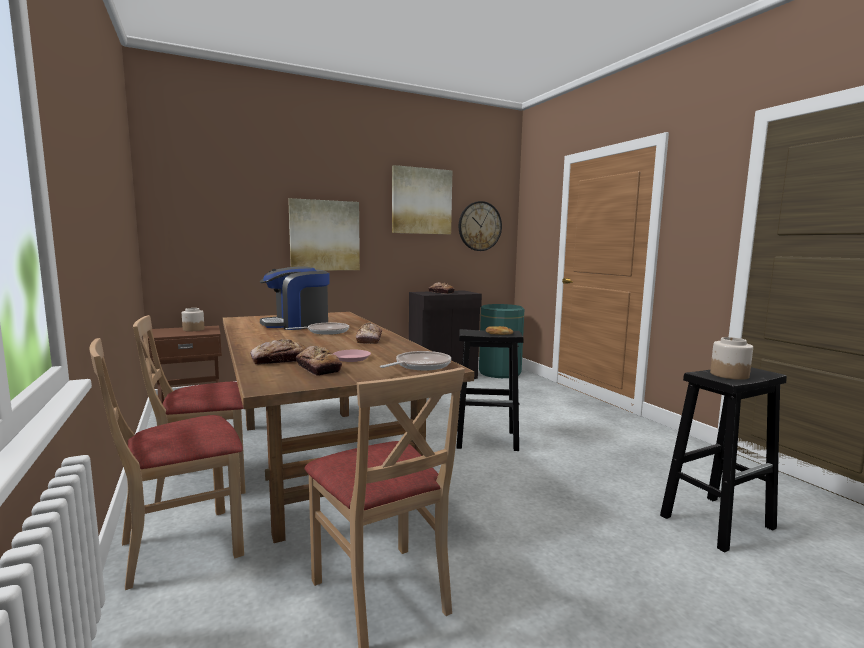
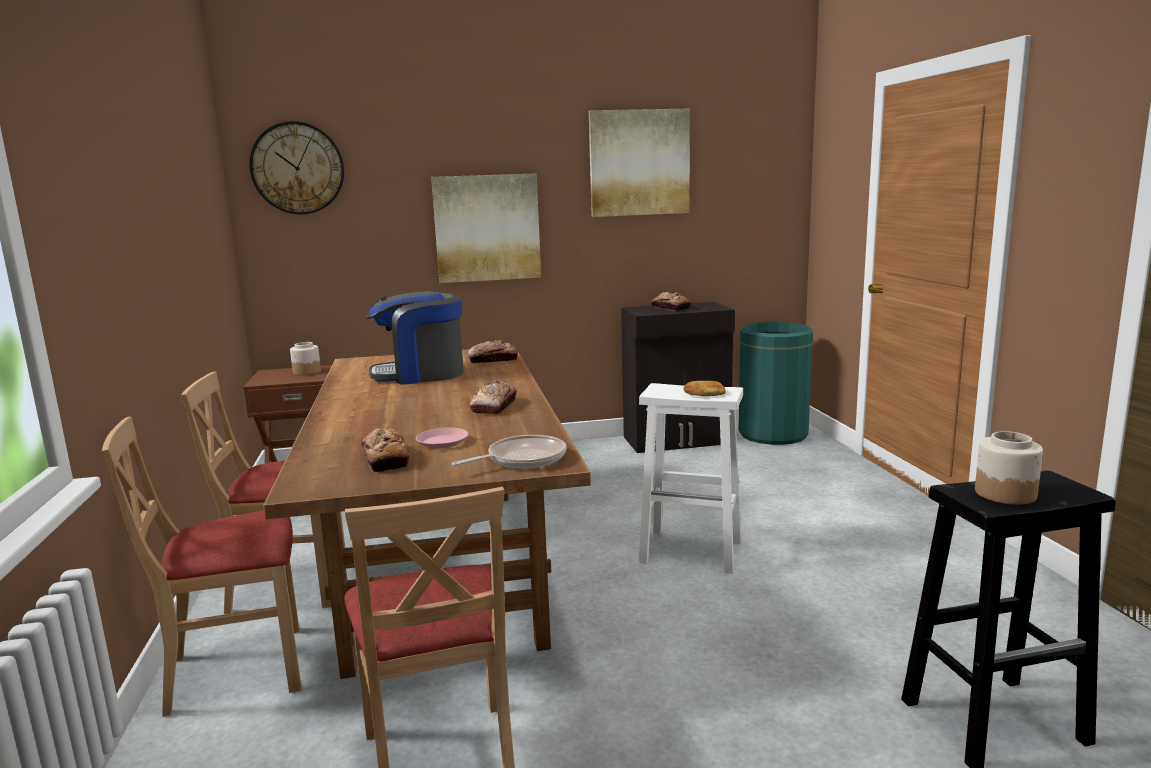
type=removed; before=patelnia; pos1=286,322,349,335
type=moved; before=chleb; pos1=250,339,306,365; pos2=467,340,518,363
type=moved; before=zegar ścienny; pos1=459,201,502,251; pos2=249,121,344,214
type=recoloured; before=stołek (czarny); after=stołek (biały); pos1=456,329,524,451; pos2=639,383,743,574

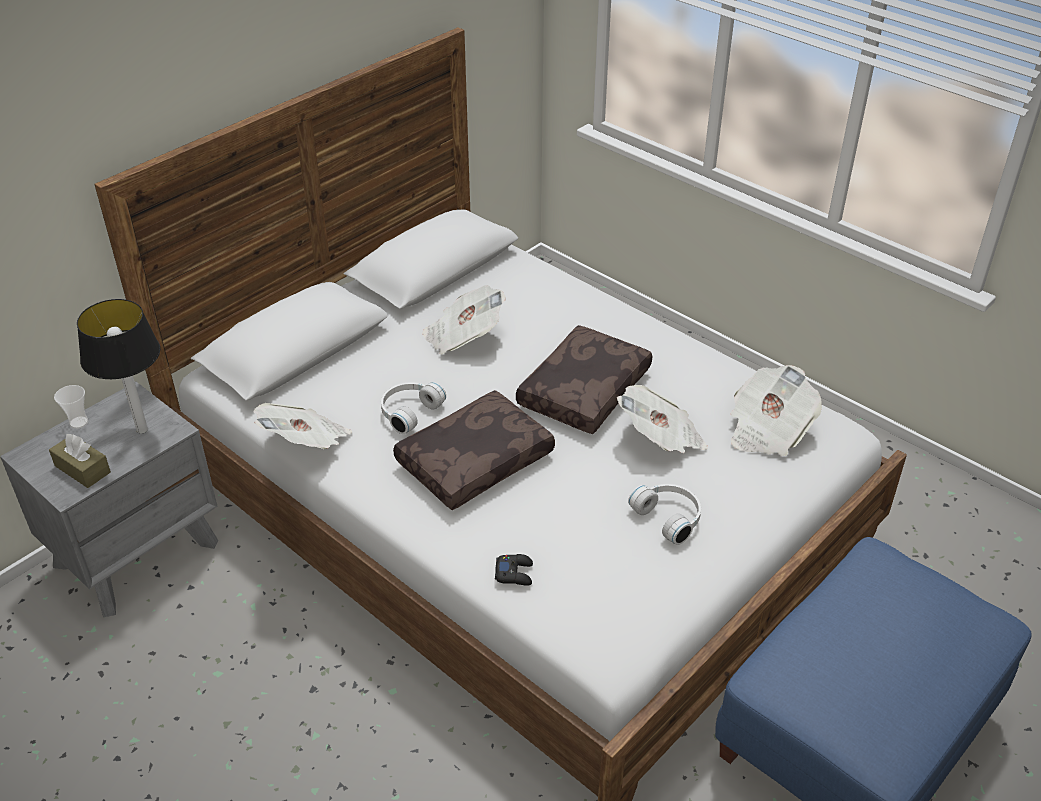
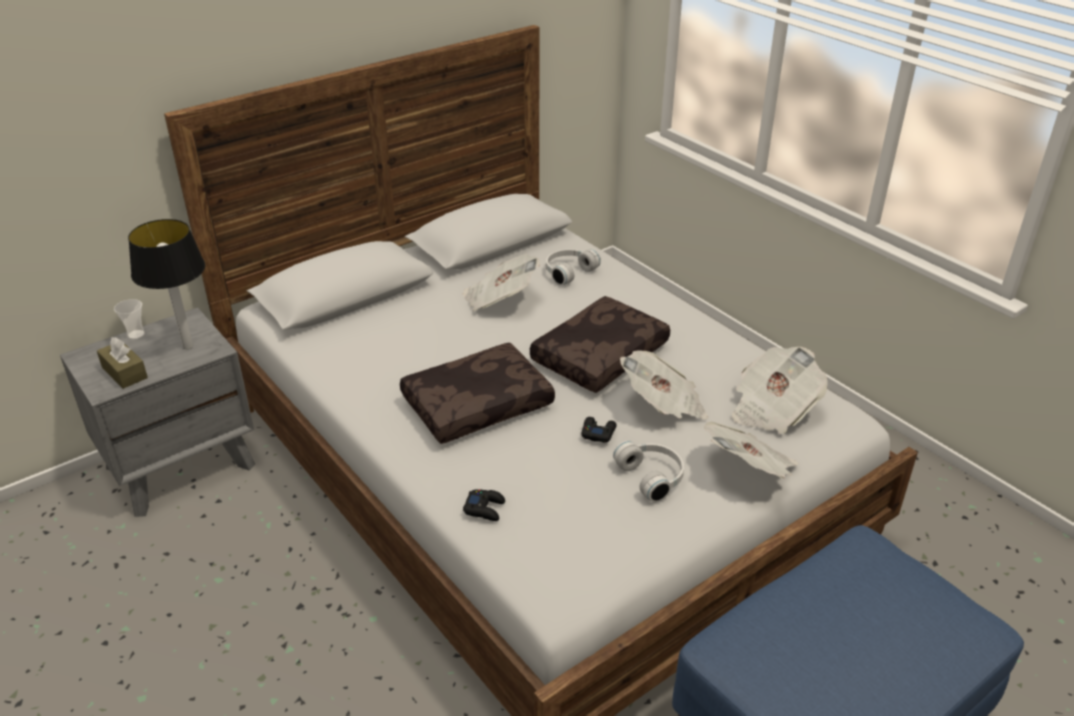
type=added; after=pad do gier (czarny); pos2=581,417,616,443
type=moved; before=gazeta; pos1=254,403,352,449; pos2=704,422,798,478
type=moved; before=słuchawki (biały); pos1=381,382,446,434; pos2=546,249,601,286

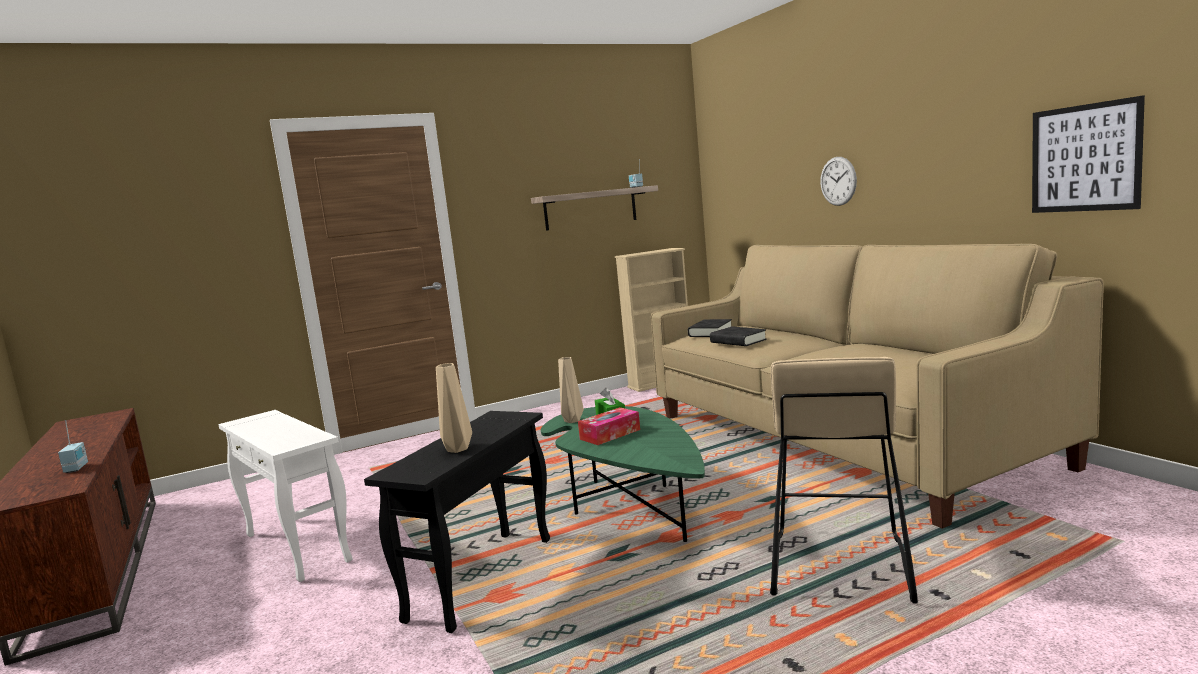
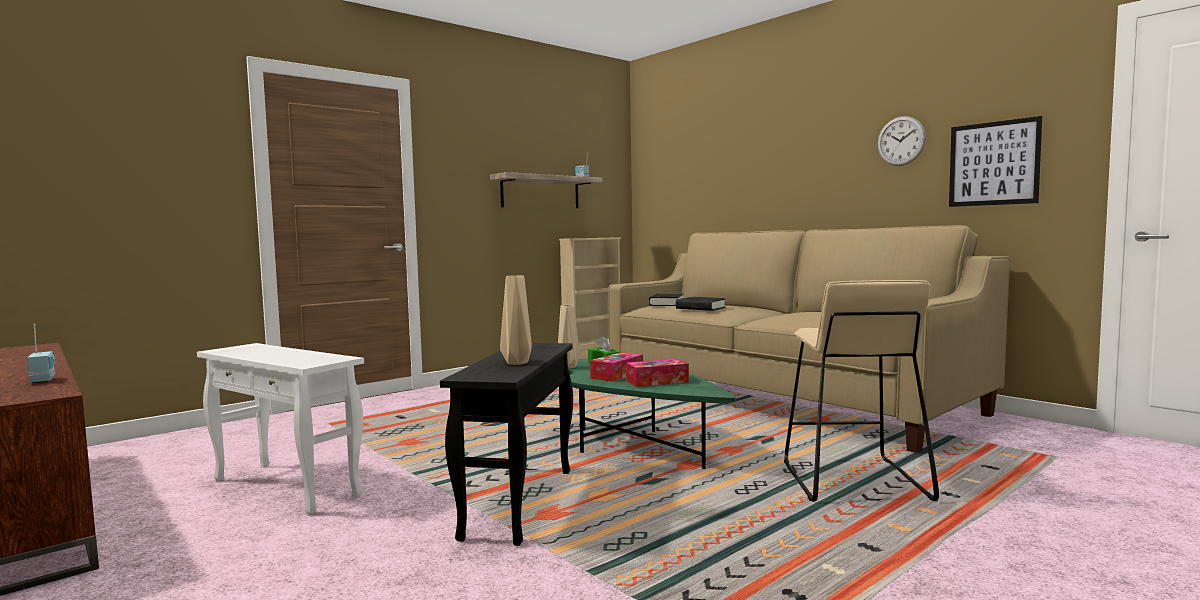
type=added; after=pudełko chusteczek; pos2=626,359,689,387
type=moved; before=zegar ścienny; pos1=820,157,857,206; pos2=877,116,926,166

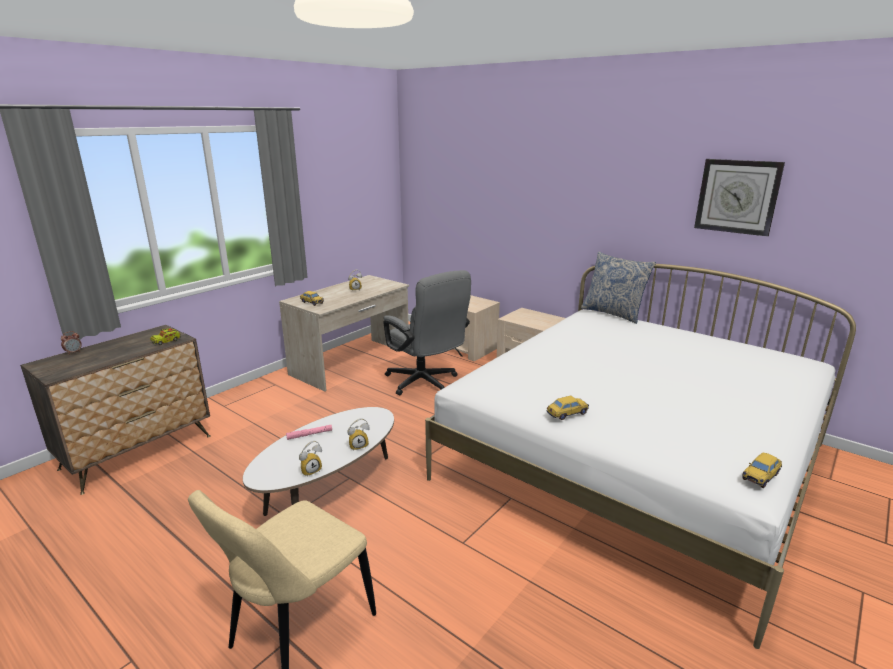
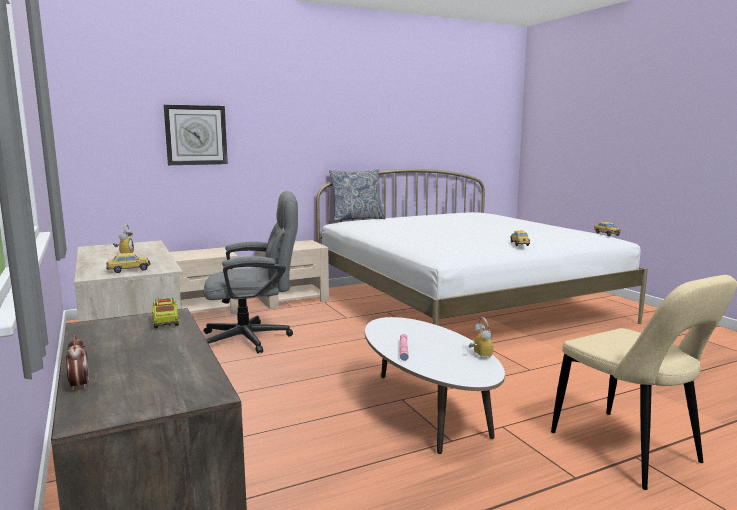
type=removed; before=budzik; pos1=348,418,370,451
type=moved; before=zegar ścienny; pos1=694,159,785,237; pos2=164,105,228,165

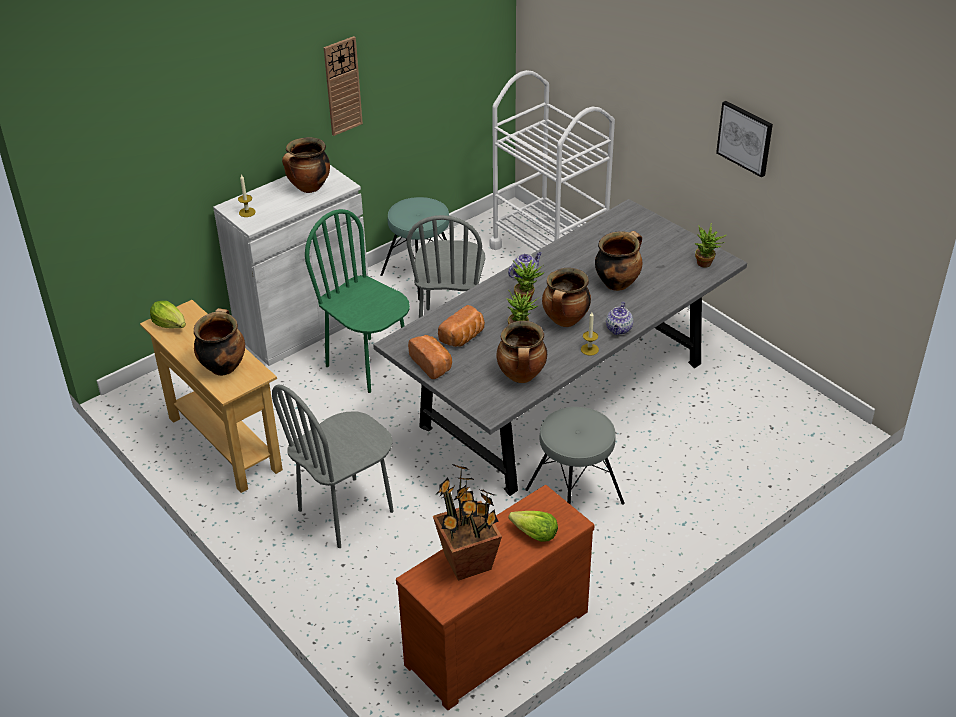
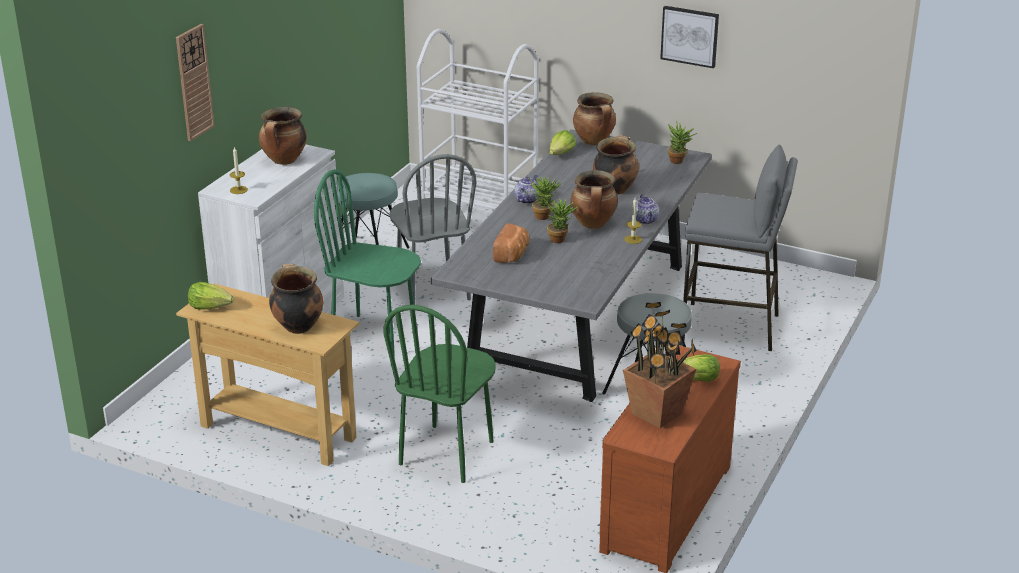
type=removed; before=chleb; pos1=408,335,452,379
type=added; after=sałata; pos2=549,130,576,155
type=added; after=stołek (szary); pos2=683,144,798,351
type=moved; before=zegar ścienny; pos1=324,36,363,136; pos2=176,24,215,141
type=moved; before=garnek; pos1=496,321,547,383; pos2=573,92,616,145
type=recoloured; before=krzesło (szary); after=krzesło (zielony); pos1=272,384,394,548; pos2=384,305,496,483

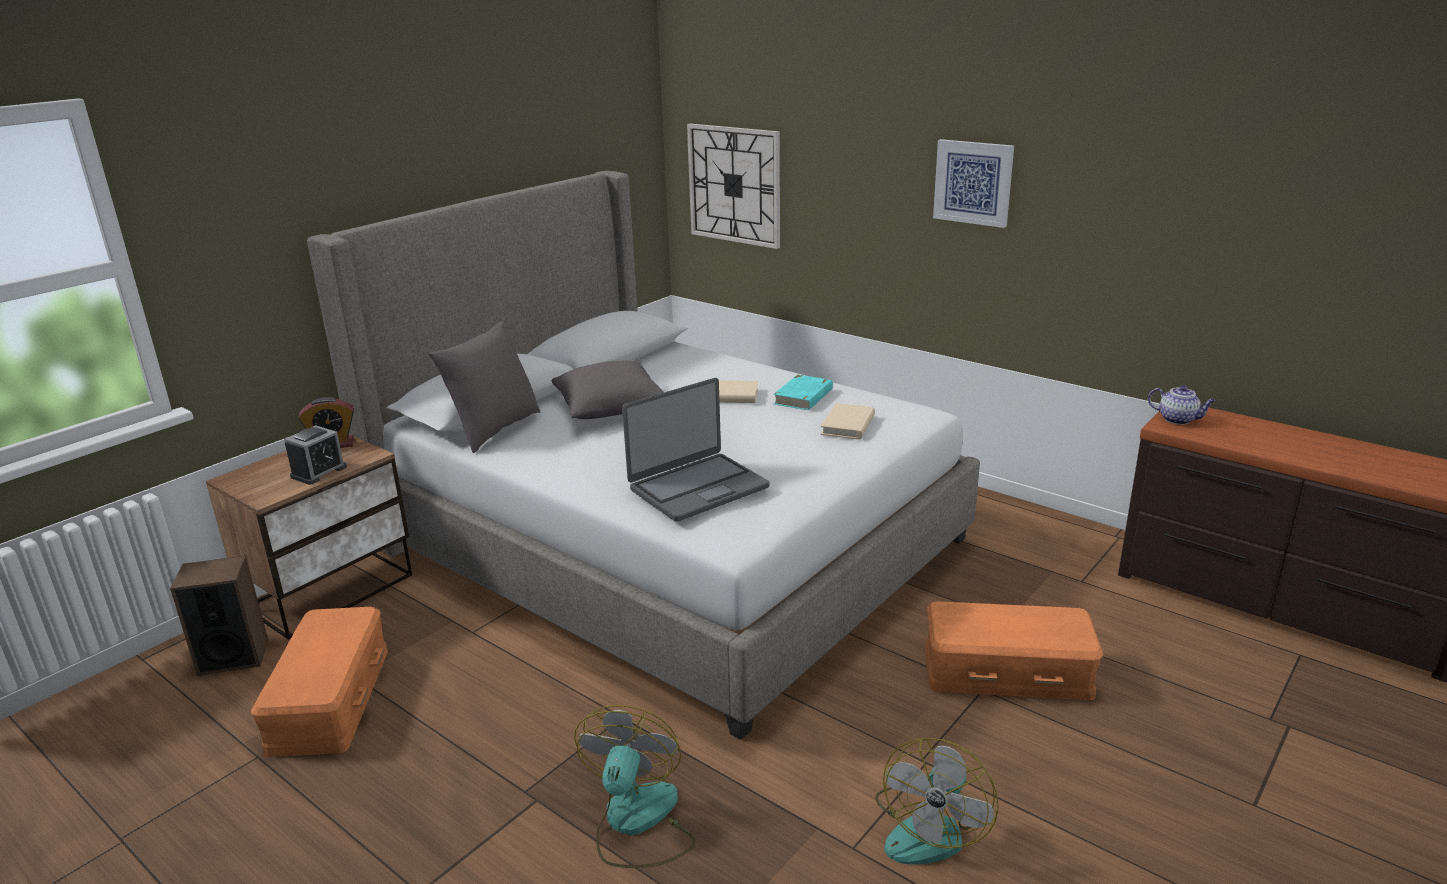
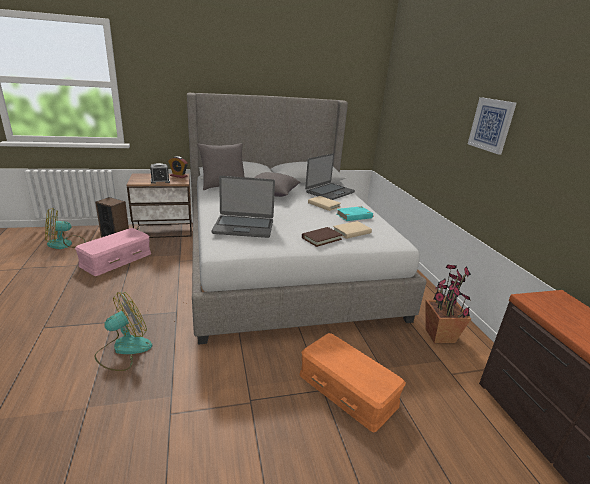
type=removed; before=zegar ścienny; pos1=687,124,780,249
type=removed; before=imbryk; pos1=1148,386,1216,425
type=added; after=książka (brązowy); pos2=302,227,342,247
type=added; after=laptop; pos2=305,153,355,200
type=added; after=roślina doniczkowa; pos2=425,264,471,343
type=moved; before=wentylator; pos1=875,738,999,864; pos2=45,208,86,249
type=recoloured; before=pojemnik do przechowywania (pomarańczowy); after=pojemnik do przechowywania (różowy); pos1=251,607,388,757; pos2=75,228,151,276

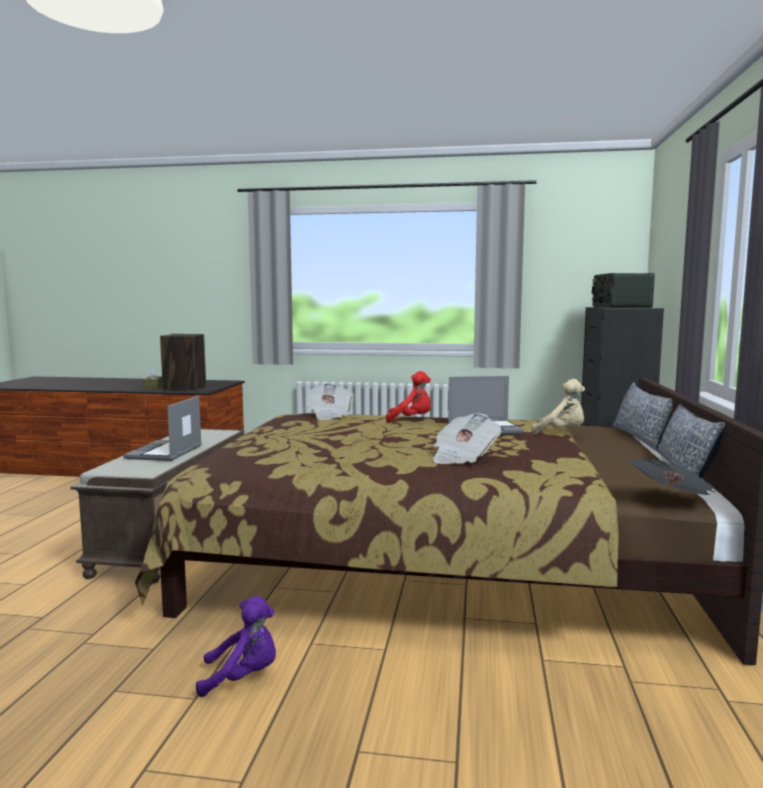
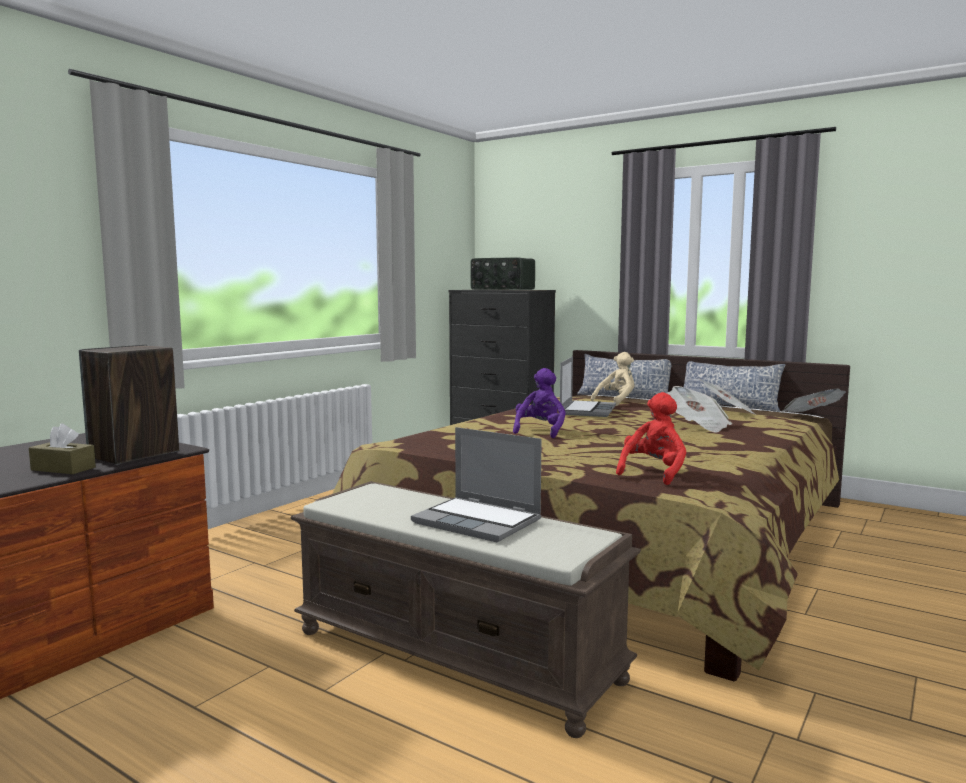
type=moved; before=pluszak (fioletowy); pos1=196,596,276,697; pos2=513,368,566,438
type=moved; before=gazeta; pos1=305,383,354,420; pos2=698,378,756,415
type=moved; before=pluszak (czerwony); pos1=386,371,431,423; pos2=616,392,687,485

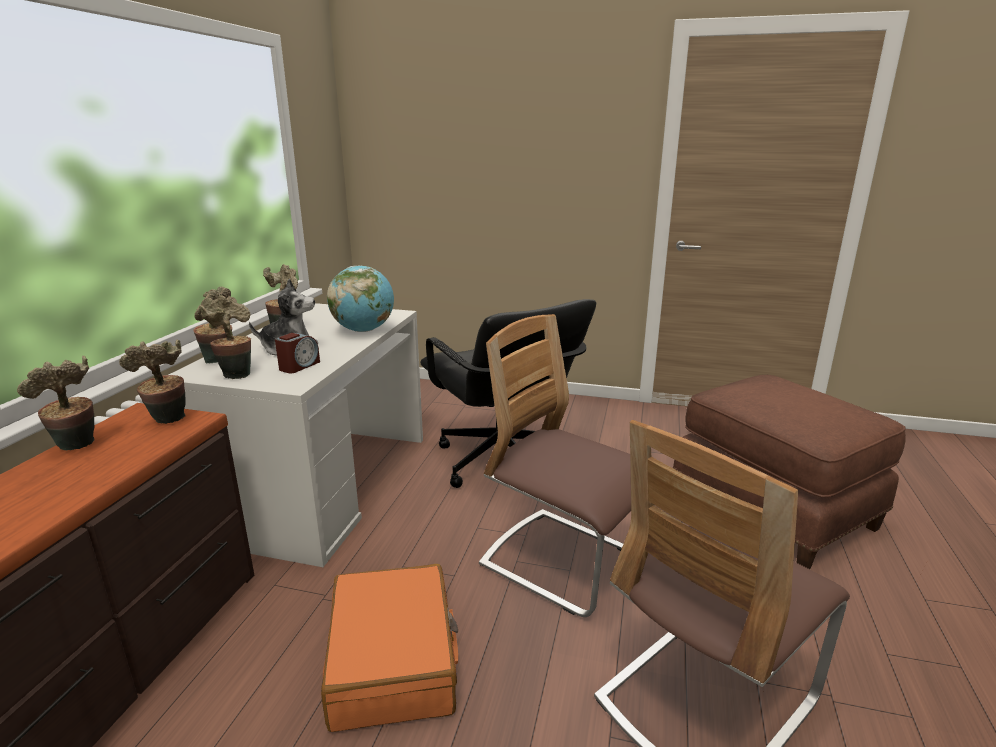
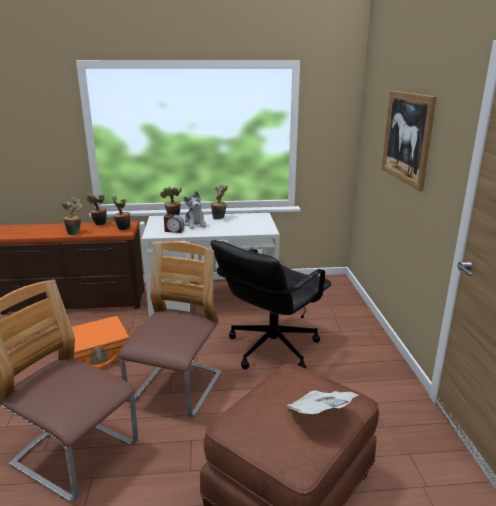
type=removed; before=globus; pos1=327,266,394,332
type=added; after=gazeta; pos2=286,391,359,414
type=added; after=obraz; pos2=382,91,437,191
type=moved; before=roślina doniczkowa; pos1=199,295,251,379; pos2=61,197,82,235

